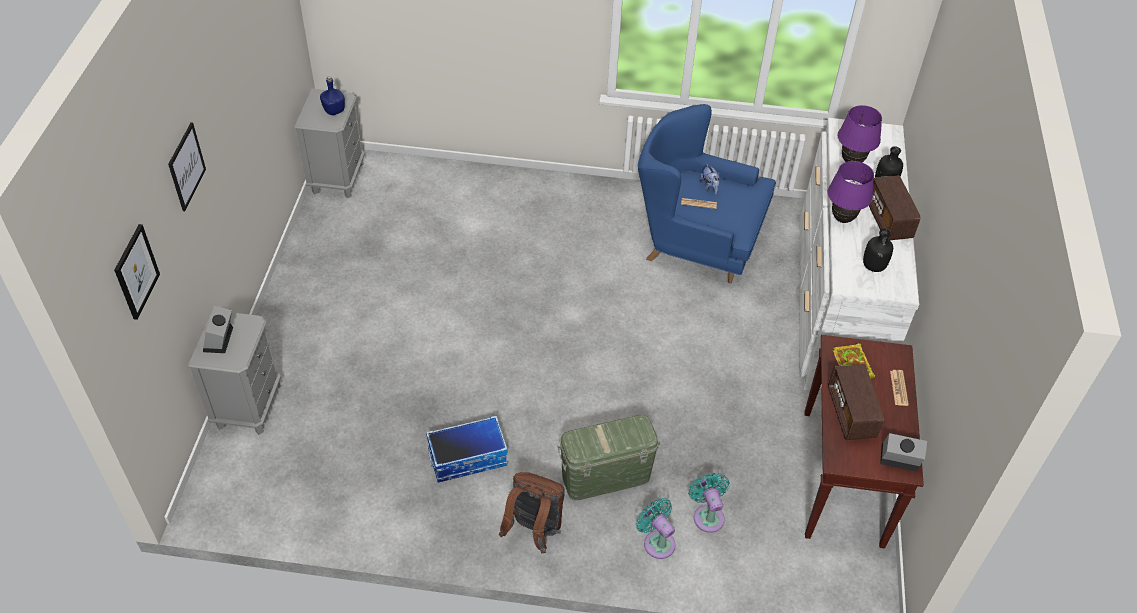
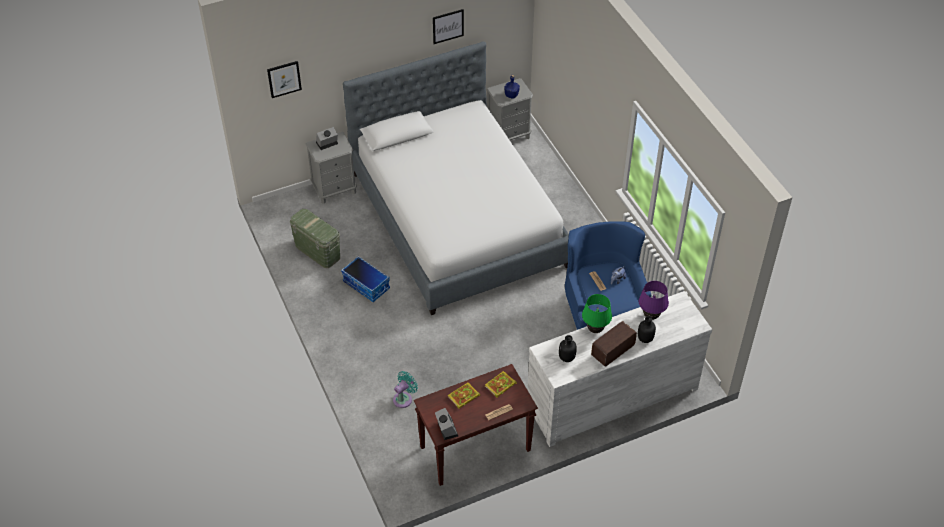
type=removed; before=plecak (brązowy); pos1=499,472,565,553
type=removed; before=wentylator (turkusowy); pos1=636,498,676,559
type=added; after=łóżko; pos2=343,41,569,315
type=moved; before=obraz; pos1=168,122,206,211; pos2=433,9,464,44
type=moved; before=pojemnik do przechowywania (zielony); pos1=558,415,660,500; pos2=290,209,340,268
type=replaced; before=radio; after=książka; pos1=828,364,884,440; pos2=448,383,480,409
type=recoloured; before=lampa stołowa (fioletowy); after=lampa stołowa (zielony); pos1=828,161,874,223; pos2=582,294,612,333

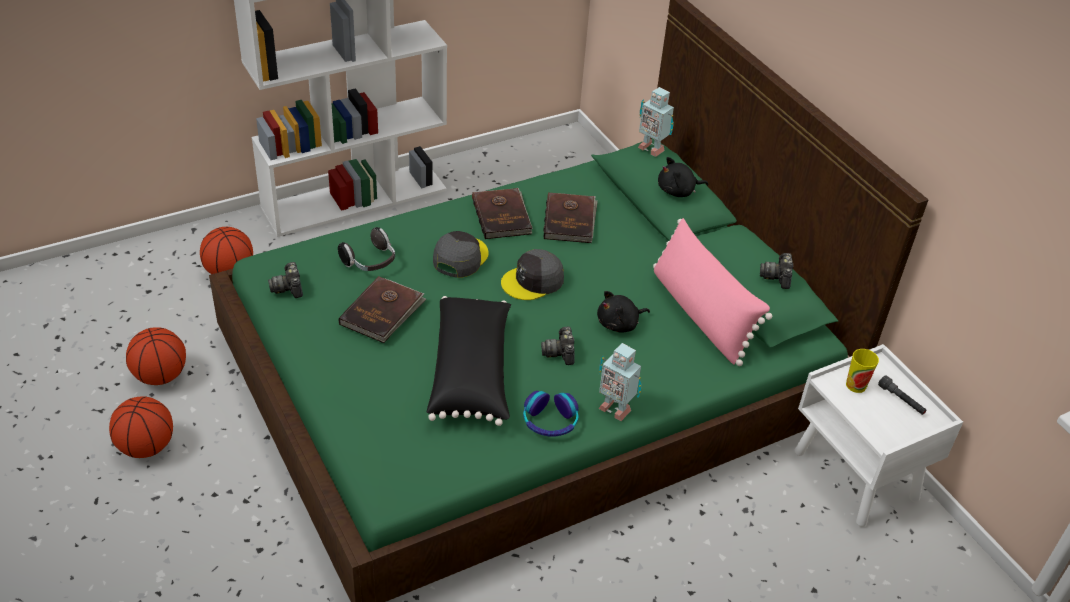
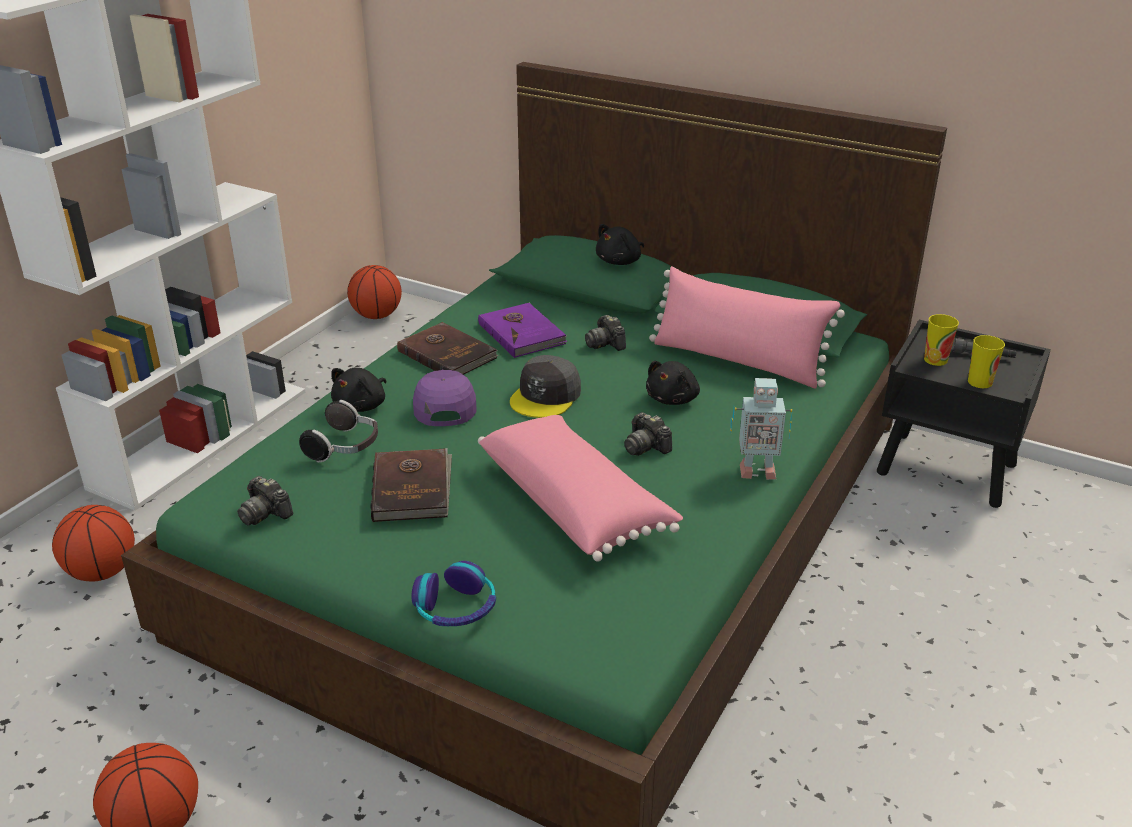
type=removed; before=robot zabawkowy; pos1=638,87,674,157
type=added; after=pluszak (czarny); pos2=331,368,386,412
type=added; after=filiżanka; pos2=968,335,1005,388
type=moved; before=piłka do koszykówki; pos1=126,327,186,385; pos2=347,265,402,319
type=moved; before=słuchawki; pos1=523,391,579,436; pos2=412,561,496,626
type=moved; before=aparat fotograficzny; pos1=760,253,793,289; pos2=585,315,626,351
type=recoloured; before=poduszka (czarny); after=poduszka (różowy); pos1=427,296,511,426; pos2=478,415,683,561
type=recoloured; before=czapka z daszkiem (szary); after=czapka z daszkiem (fioletowy); pos1=433,231,489,278; pos2=413,370,477,426
type=recoloured; before=książka (brązowy); after=książka (fioletowy); pos1=543,192,598,243; pos2=478,303,567,358
type=recoloured; before=szafka nocna (biały); after=szafka nocna (czarny); pos1=794,344,963,527; pos2=877,320,1051,508

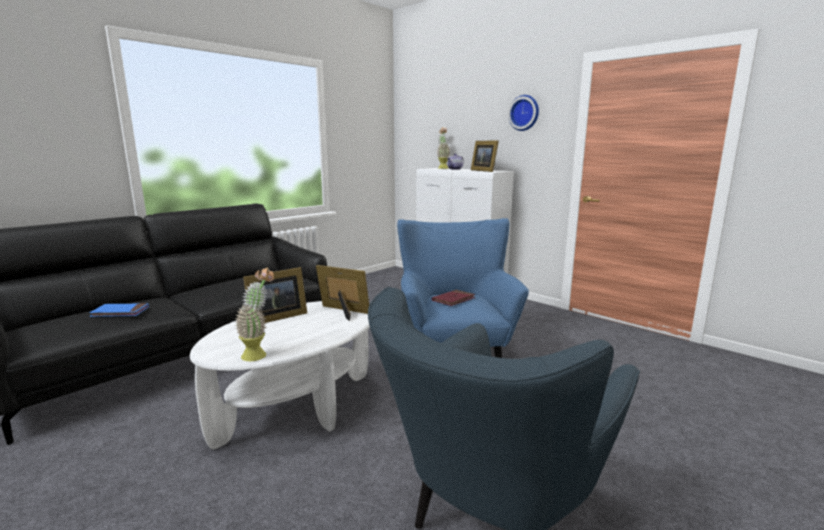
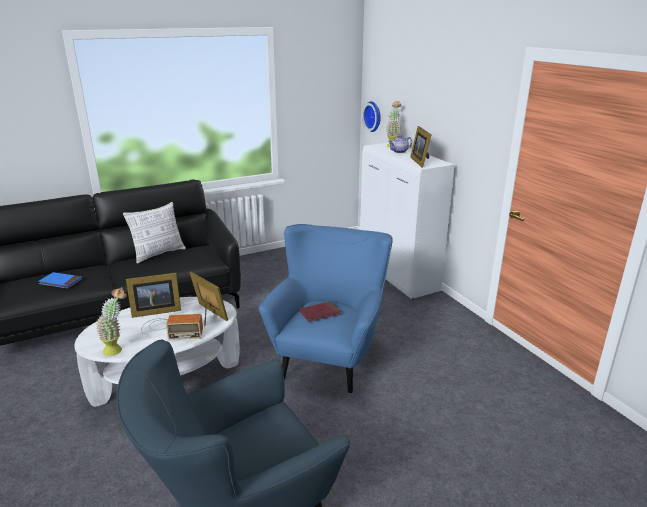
type=added; after=poduszka; pos2=123,202,186,264
type=added; after=radio; pos2=141,314,203,340
type=moved; before=zegar ścienny; pos1=508,95,539,131; pos2=362,101,381,132

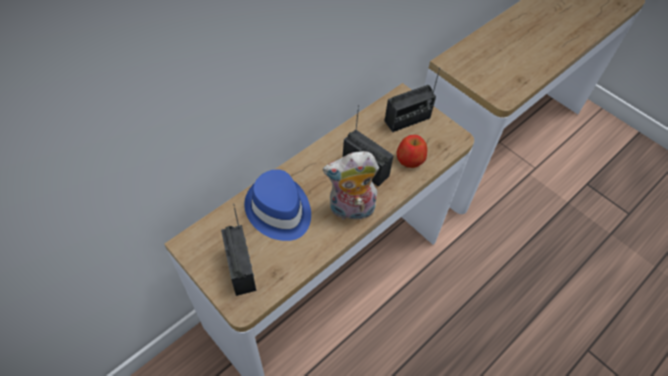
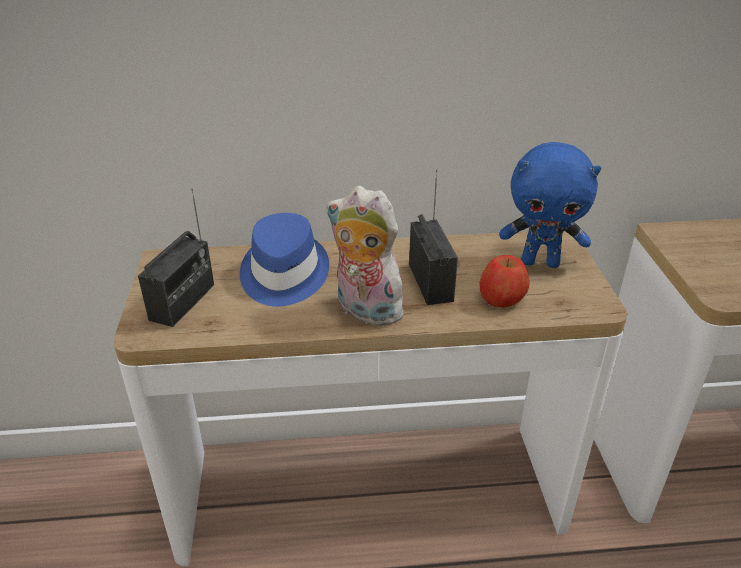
type=replaced; before=radio; after=pluszak (niebieski); pos1=384,68,440,132; pos2=499,142,601,268

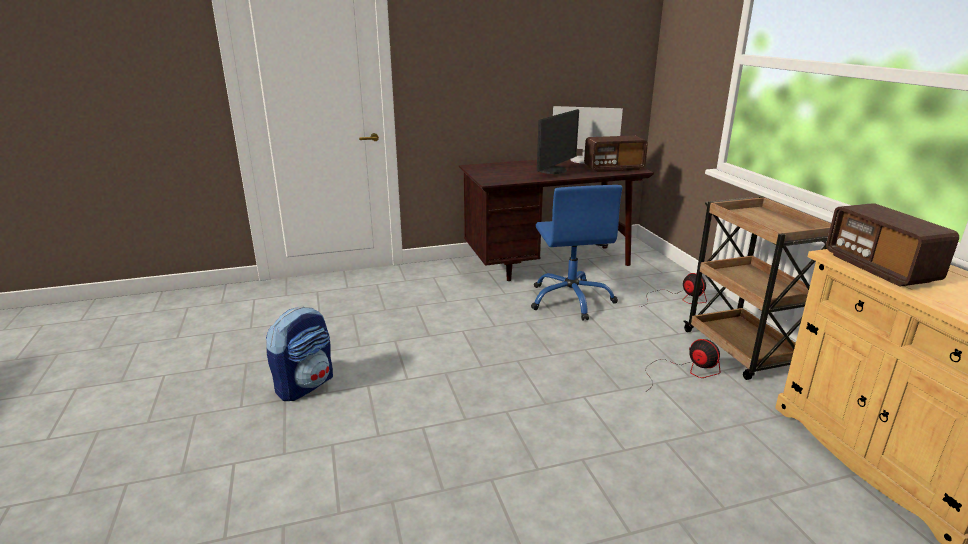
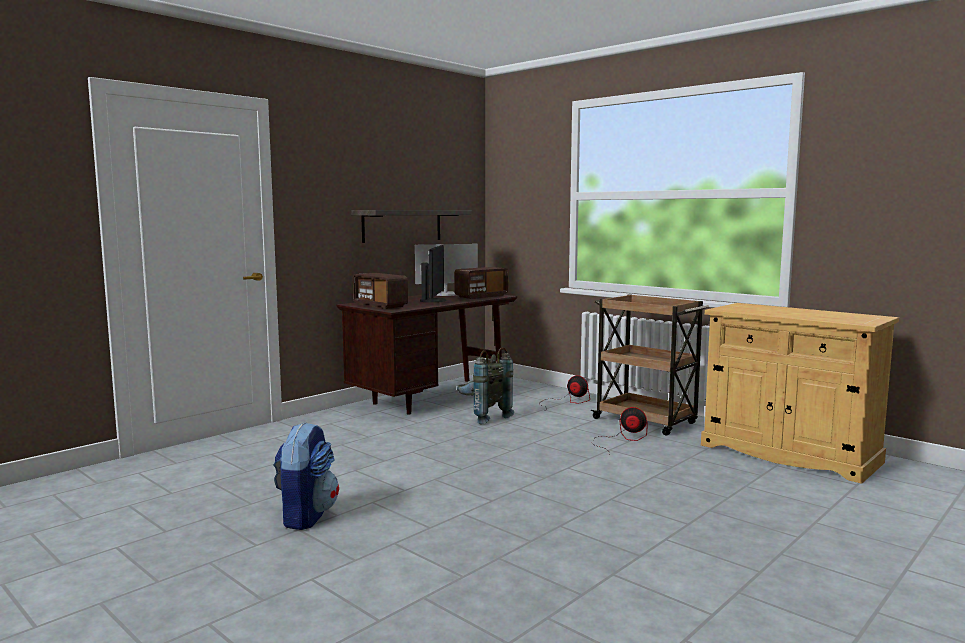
type=added; after=półka; pos2=351,210,472,243
type=moved; before=radio; pos1=826,203,959,287; pos2=353,273,408,309
type=replaced; before=krzesło biurowe (niebieski); after=plecak (szary); pos1=531,185,623,321; pos2=457,347,515,424

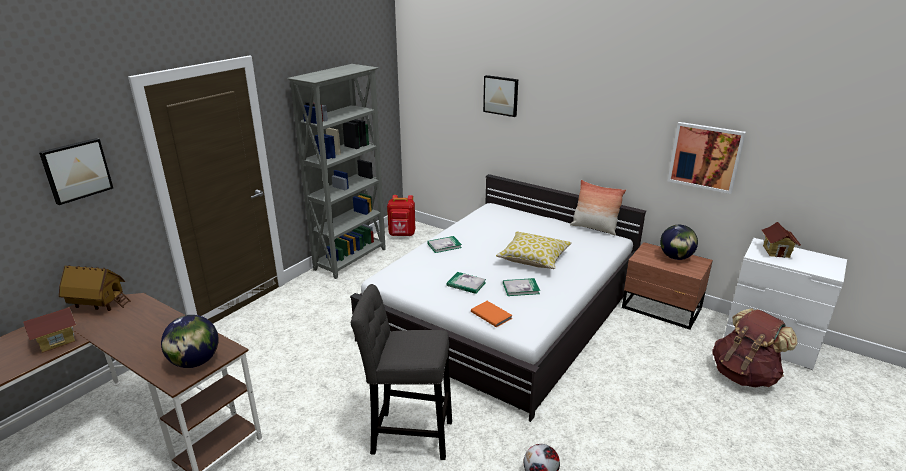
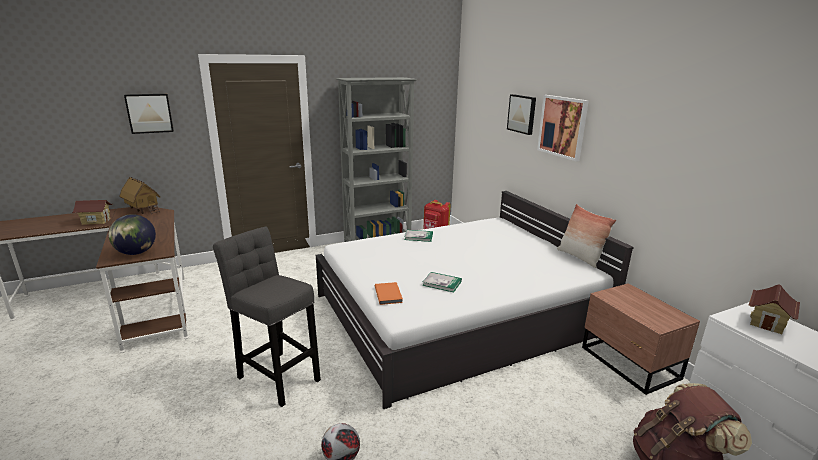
type=removed; before=książka; pos1=447,272,486,294
type=removed; before=poduszka; pos1=496,232,572,269
type=removed; before=globus; pos1=660,225,698,260
type=moved; before=obraz; pos1=668,122,746,194; pos2=537,95,589,161

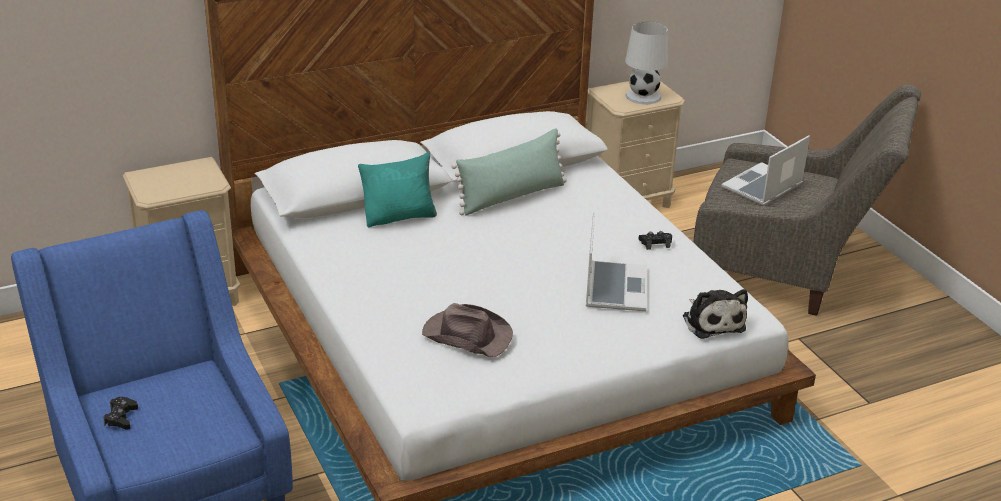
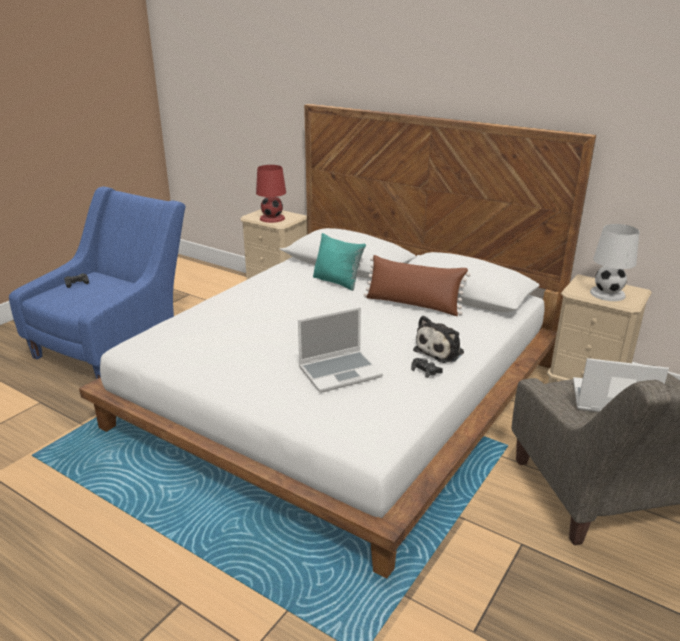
type=removed; before=kapelusz (brązowy); pos1=422,303,513,357
type=added; after=lampa stołowa (czerwony); pos2=256,165,286,223
type=moved; before=pluszak; pos1=683,289,748,339; pos2=413,316,464,363
type=recoloured; before=poduszka (zielony); after=poduszka (brązowy); pos1=451,128,567,216; pos2=364,255,471,316

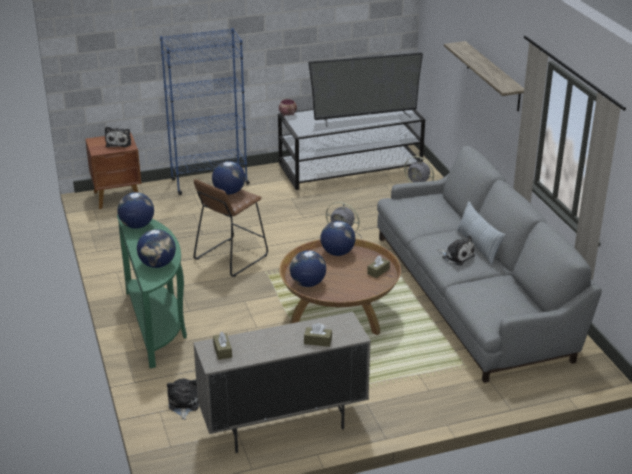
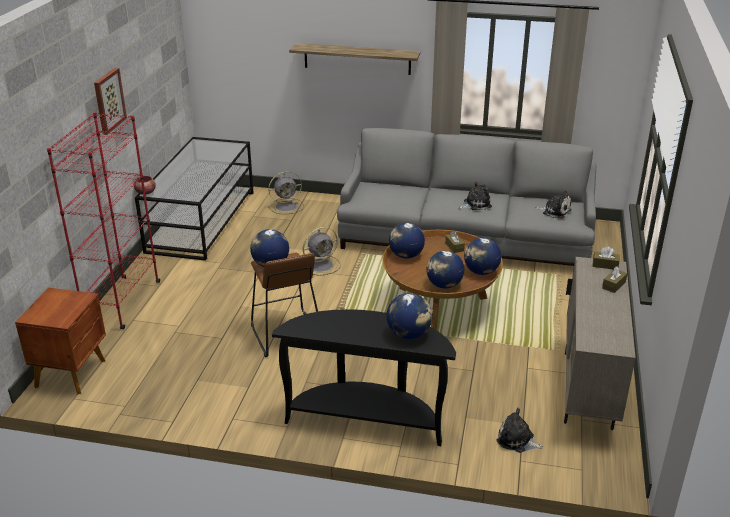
type=removed; before=telewizor; pos1=308,52,423,127
type=removed; before=poduszka; pos1=456,201,505,265
type=added; after=obraz; pos2=94,68,127,135
type=moved; before=pluszak; pos1=105,127,131,147; pos2=535,191,571,219
type=moved; before=globus; pos1=117,192,154,229; pos2=464,238,501,275
type=moved; before=pudełko chusteczek (brązowy); pos1=213,332,232,360; pos2=593,247,620,270
type=recoloured; before=stolik konsolowy (zielony); after=stolik konsolowy (czarny); pos1=117,215,187,368; pos2=272,309,456,446
type=recoloured; before=regał (niebieski); after=regał (czerwony); pos1=160,28,250,195; pos2=47,112,160,329

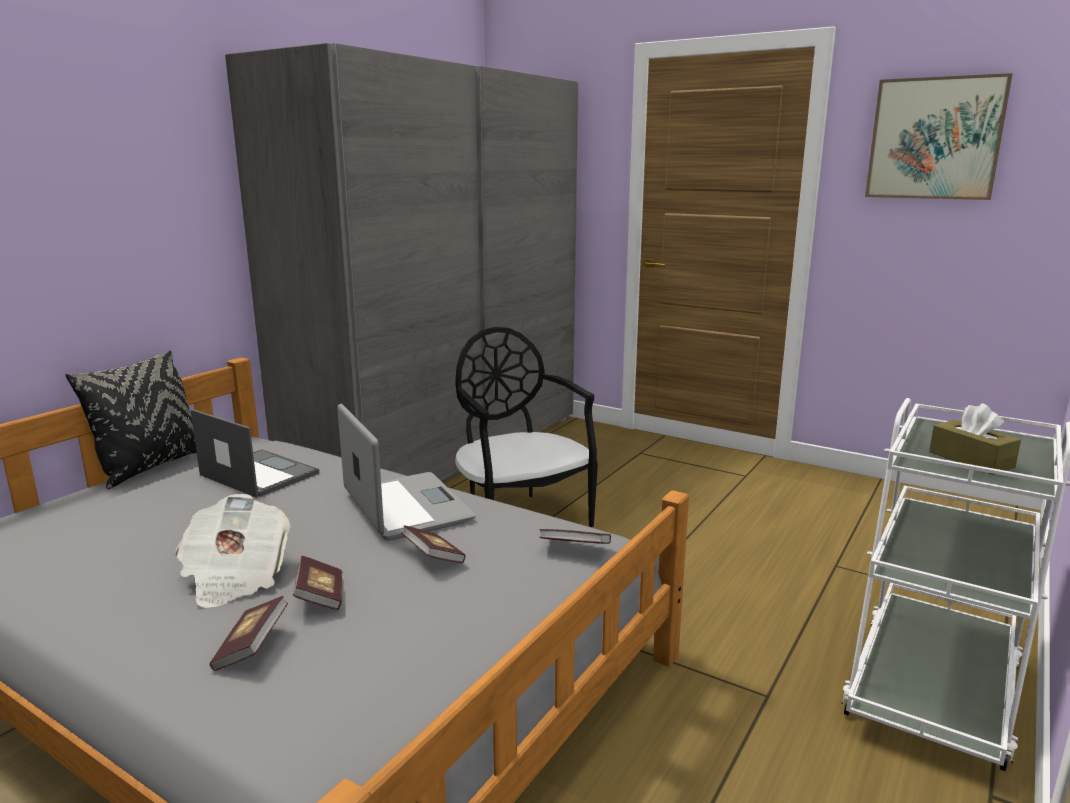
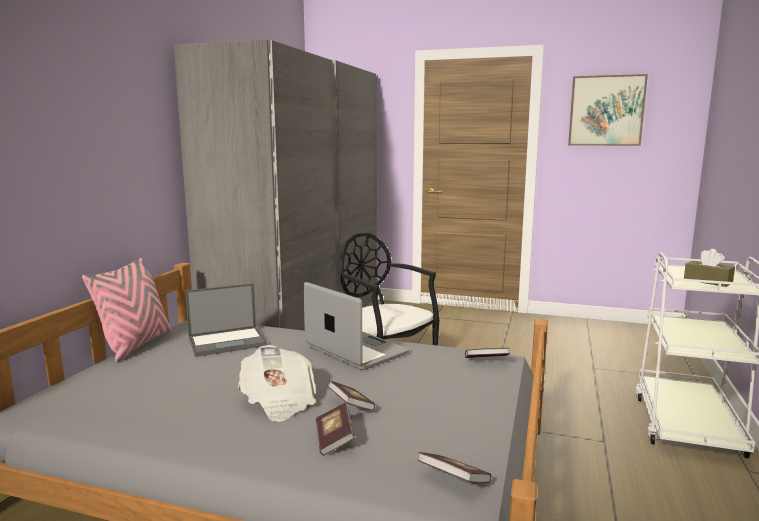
type=moved; before=książka; pos1=401,525,466,563; pos2=418,452,491,483
type=recoloured; before=poduszka (czarny); after=poduszka (różowy); pos1=65,350,197,489; pos2=82,258,171,363
type=turned; before=laptop; pos1=191,409,319,498; pos2=185,283,268,357; turn=135

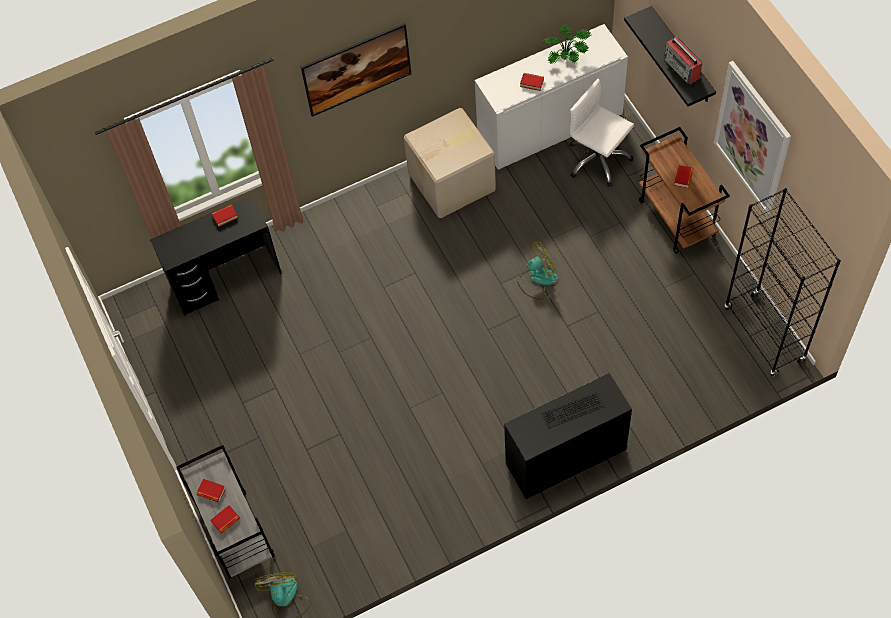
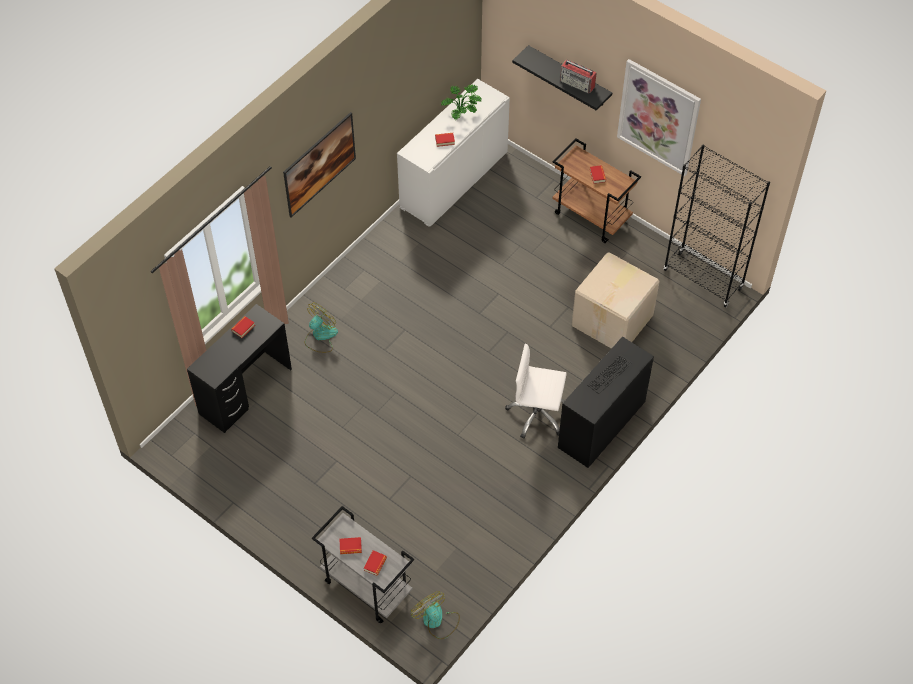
type=moved; before=karton; pos1=404,108,496,218; pos2=572,252,659,349
type=moved; before=wentylator; pos1=517,242,558,300; pos2=305,303,338,353
type=moved; before=krzesło biurowe (biały); pos1=570,79,634,187; pos2=505,343,567,439

